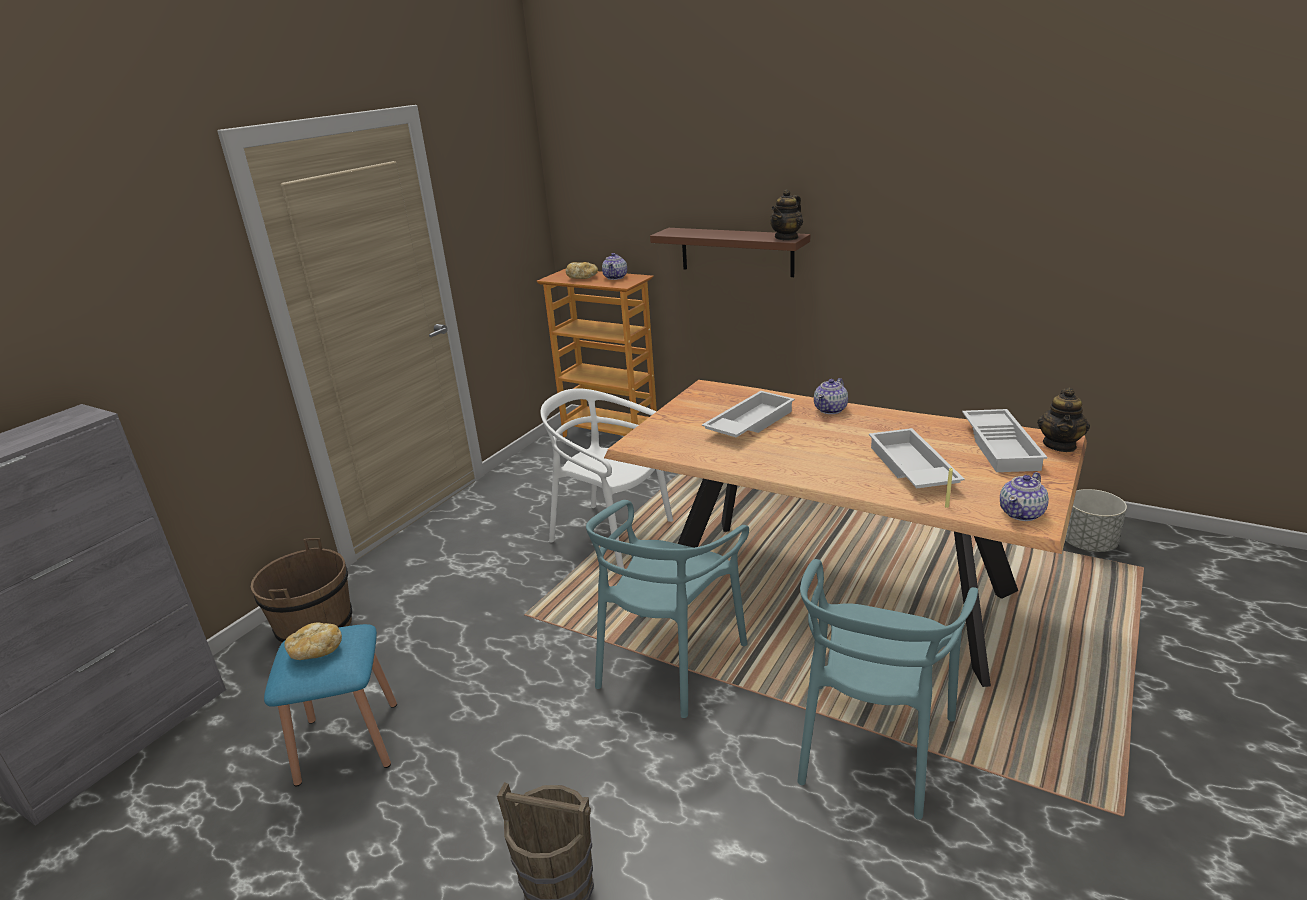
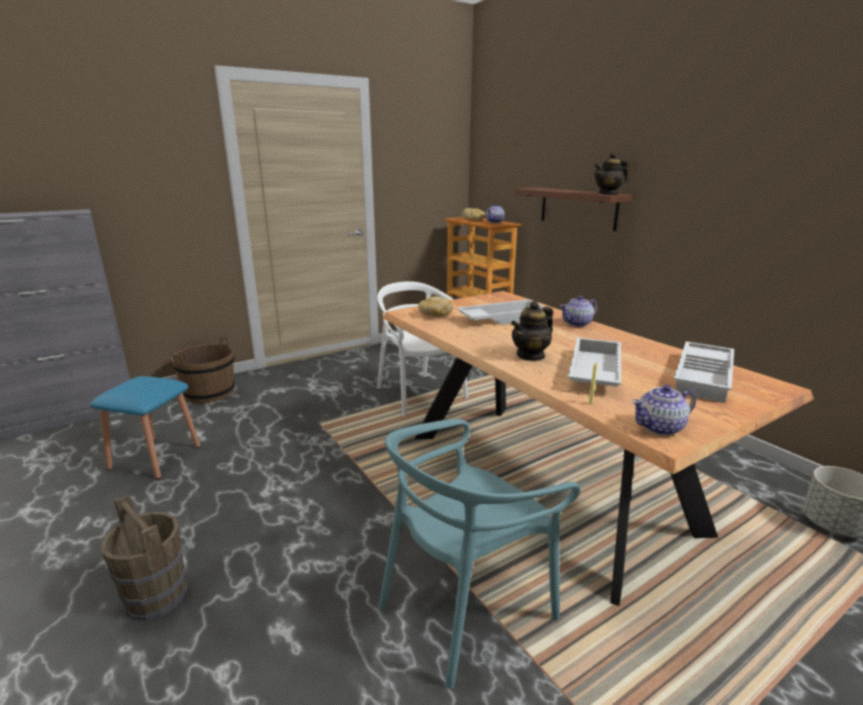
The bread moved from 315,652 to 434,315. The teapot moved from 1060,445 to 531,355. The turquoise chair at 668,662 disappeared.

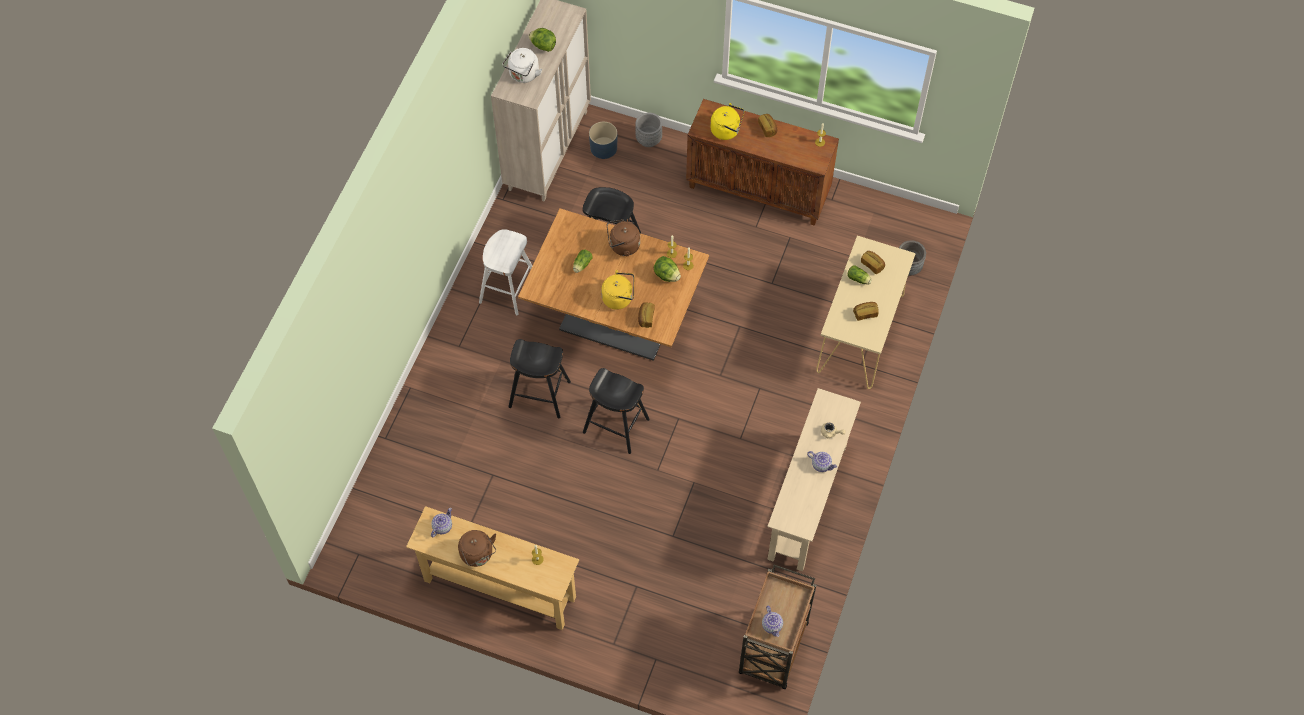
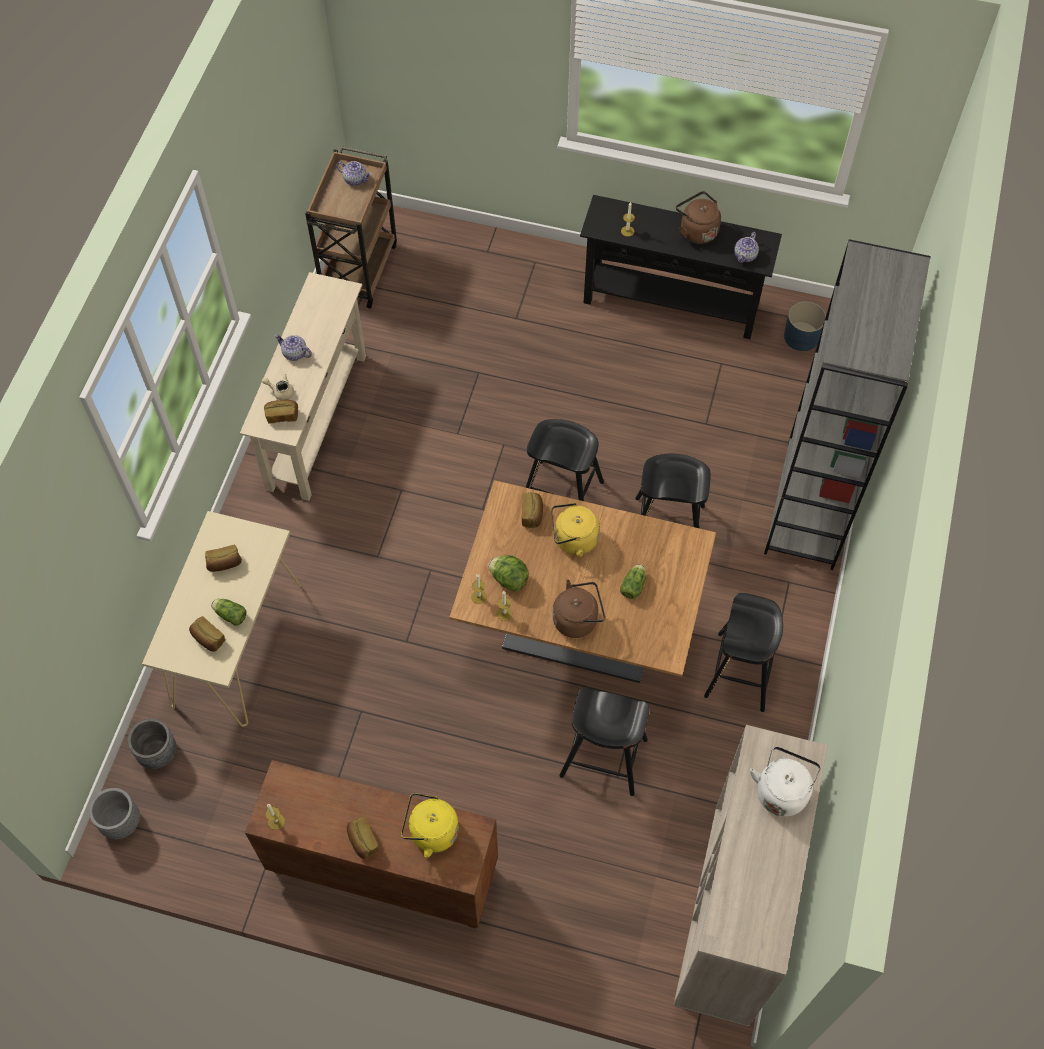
The grey planter moved from 649,139 to 121,822. The bread at 282,415 appeared. The teapot at 772,625 turned 135 degrees clockwise. The beige console table at 499,589 became the black console table at 671,304. The white stool at 508,289 became the black stool at 741,671. The grey bookcase at 810,505 appeared. The blue planter moved from 603,148 to 801,336. The lettuce at 543,46 disappeared.

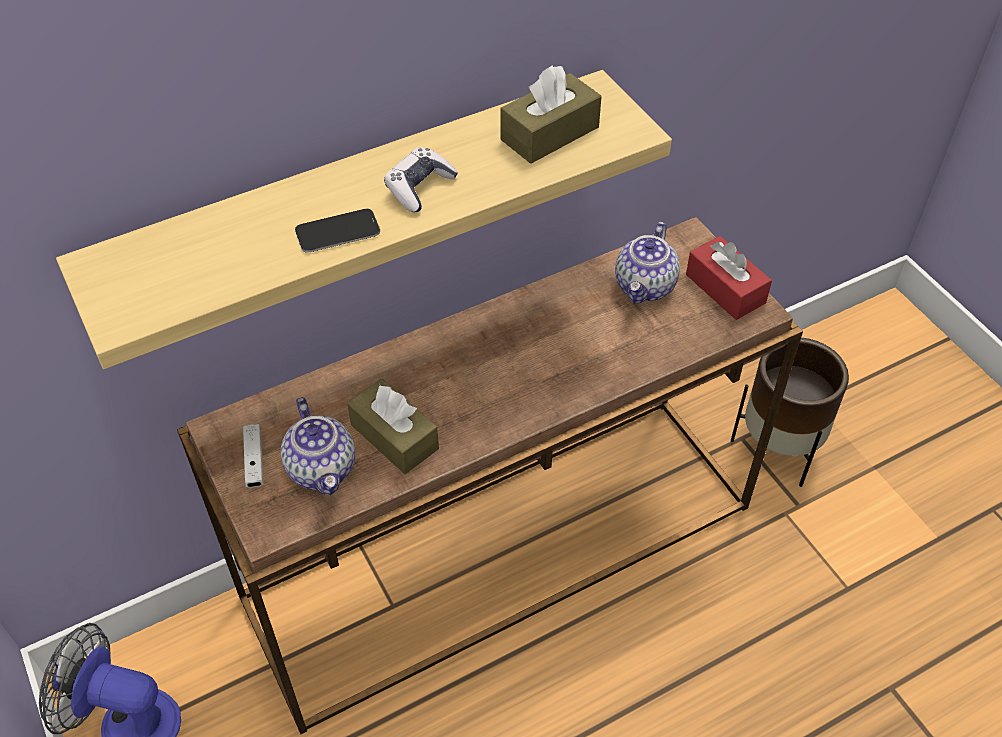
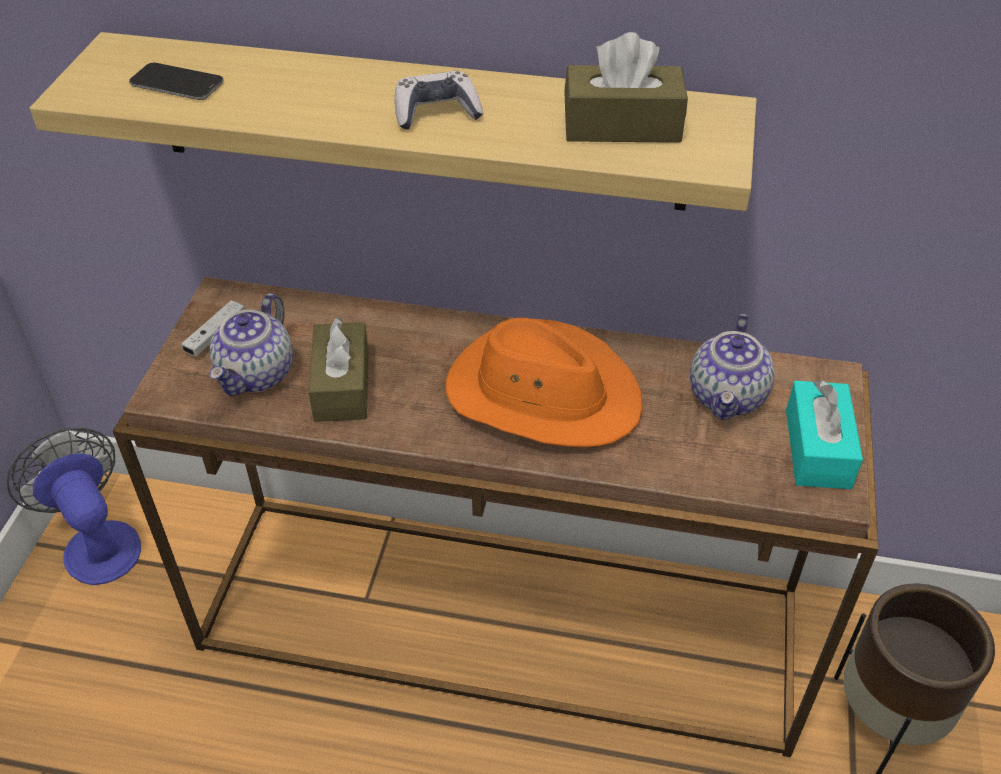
The phone moved from 338,232 to 177,84. The orange hat at 542,393 appeared. The teapot at 645,286 turned 45 degrees counterclockwise. The red tissue box at 725,289 became the turquoise tissue box at 817,448.

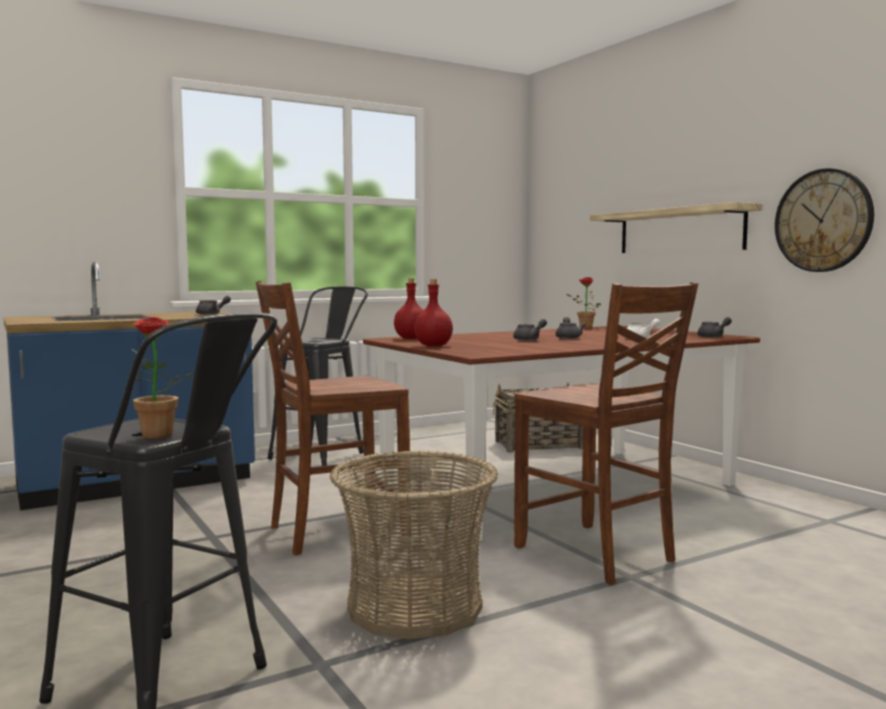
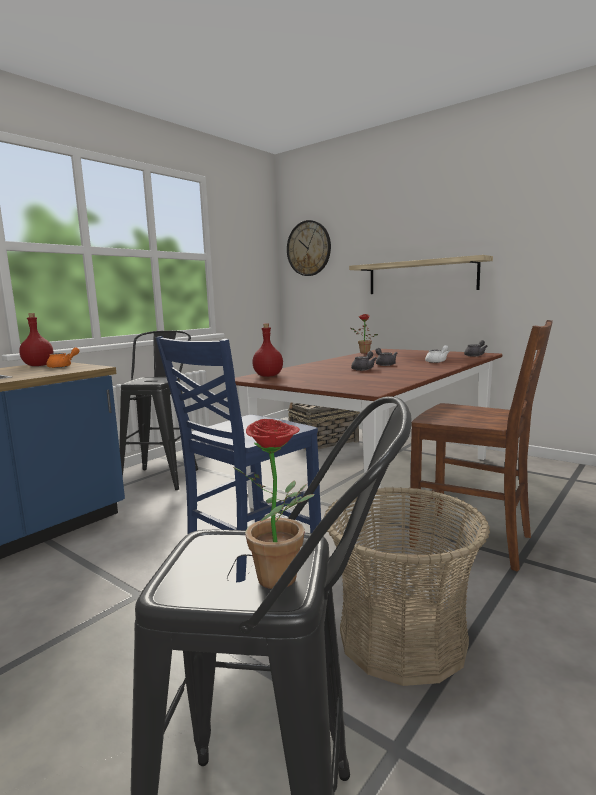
The red bottle moved from 433,346 to 38,366. The grey teapot at 212,314 became the orange teapot at 63,366. The brown chair at 334,532 became the blue chair at 250,562. The wall clock moved from 823,220 to 309,248.

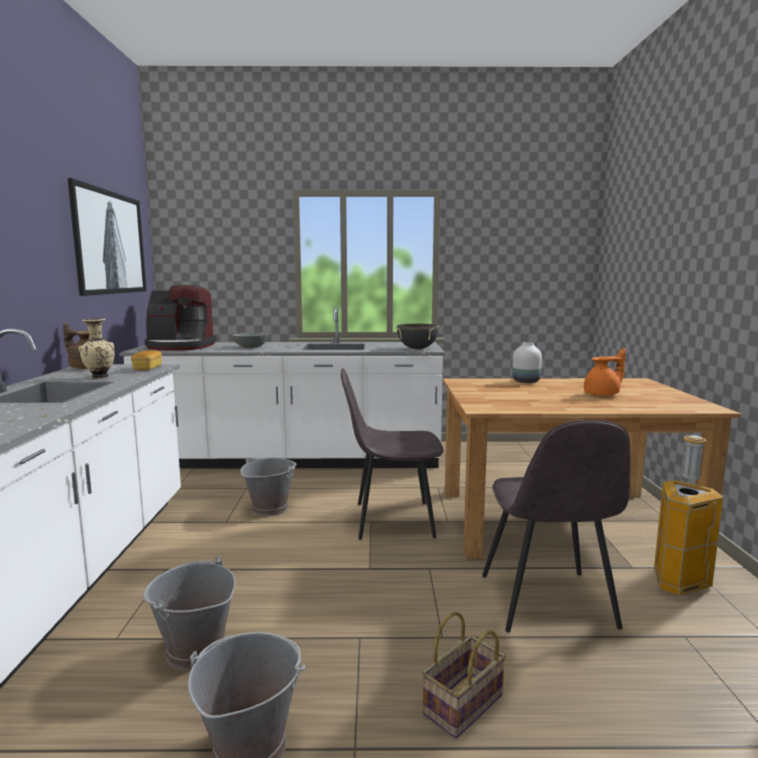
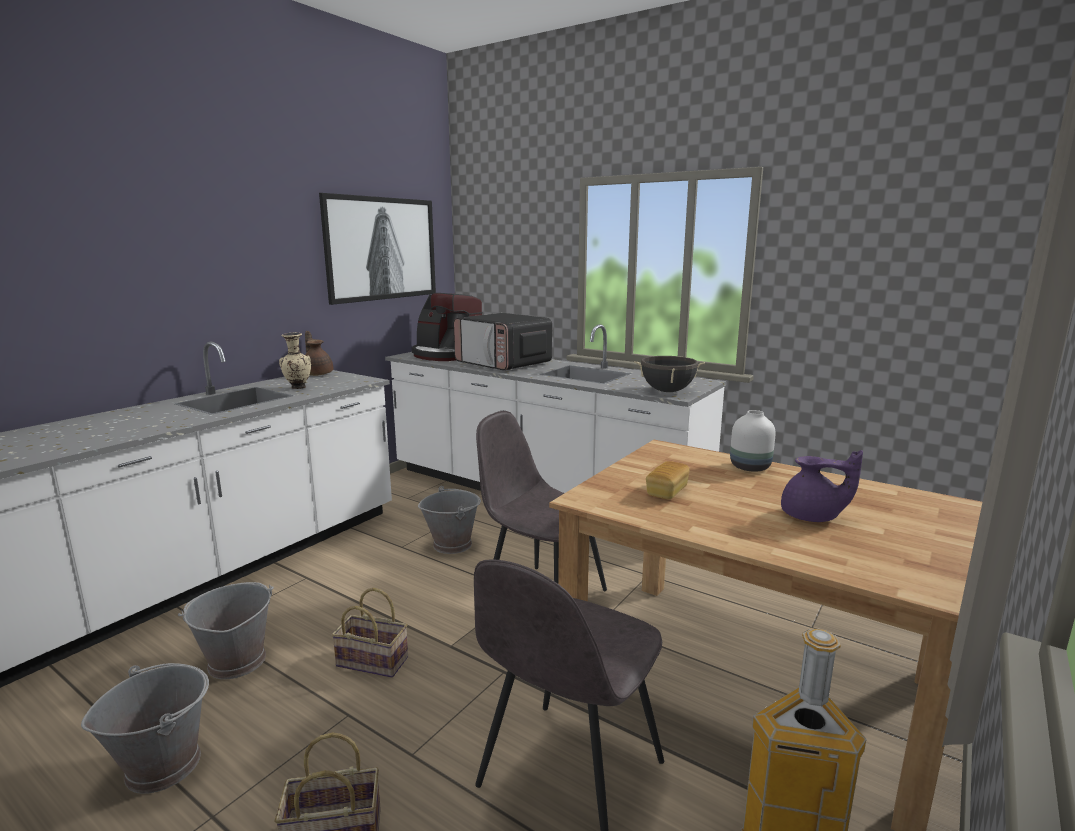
The basket at 374,661 appeared. The grey bowl at 251,347 was replaced by the microwave at 503,363. The bread moved from 147,368 to 667,491. The orange teapot at 603,394 became the purple teapot at 812,517.

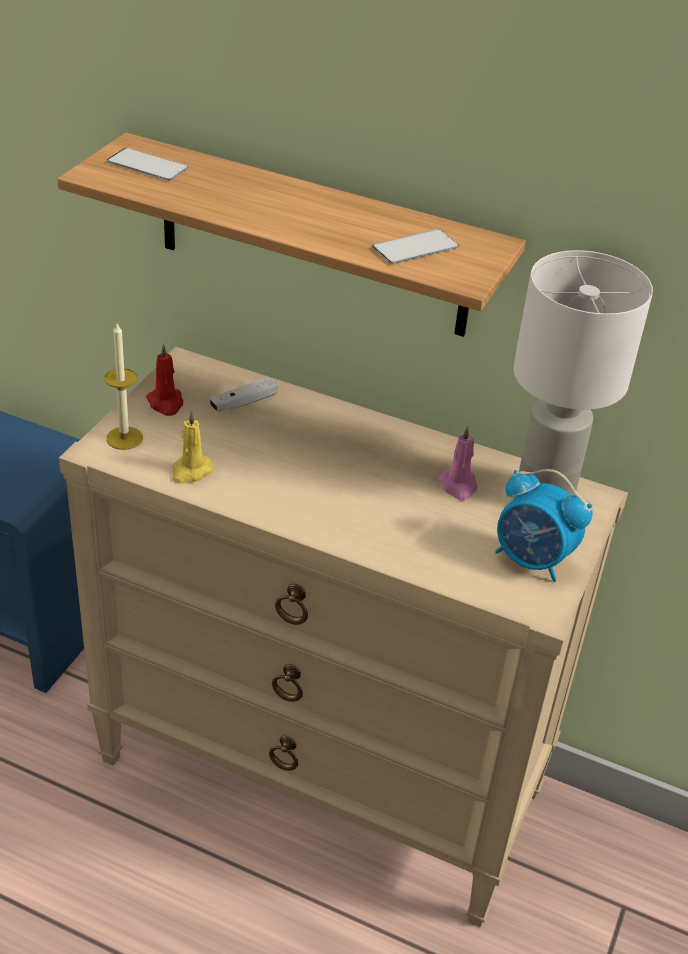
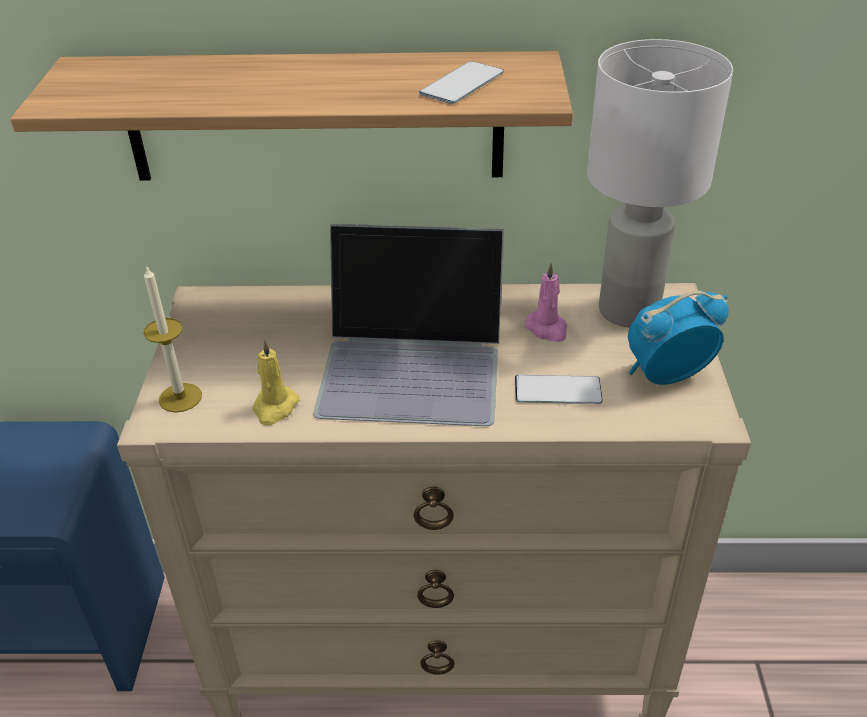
The laptop at 413,362 appeared. The phone moved from 147,165 to 557,390. The alarm clock at 532,560 turned 150 degrees clockwise. The red candle at 166,403 disappeared. The white game controller at 244,402 disappeared.

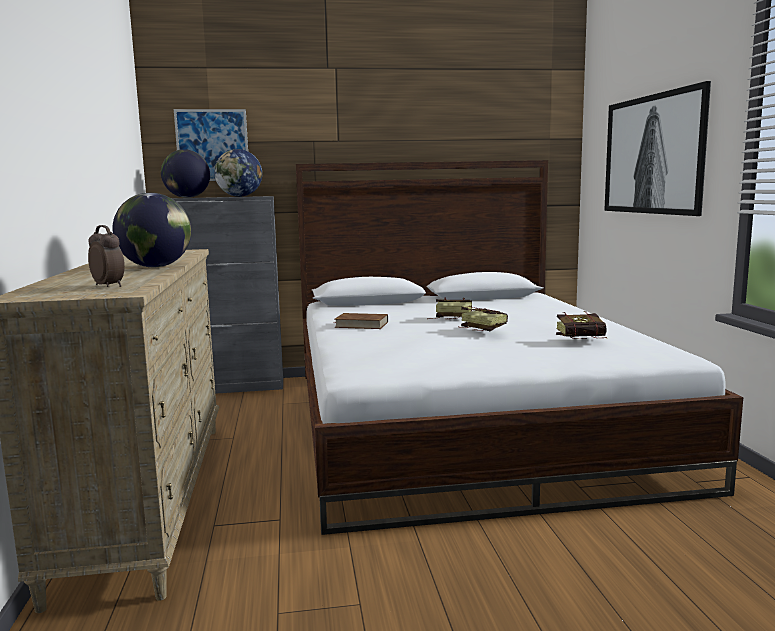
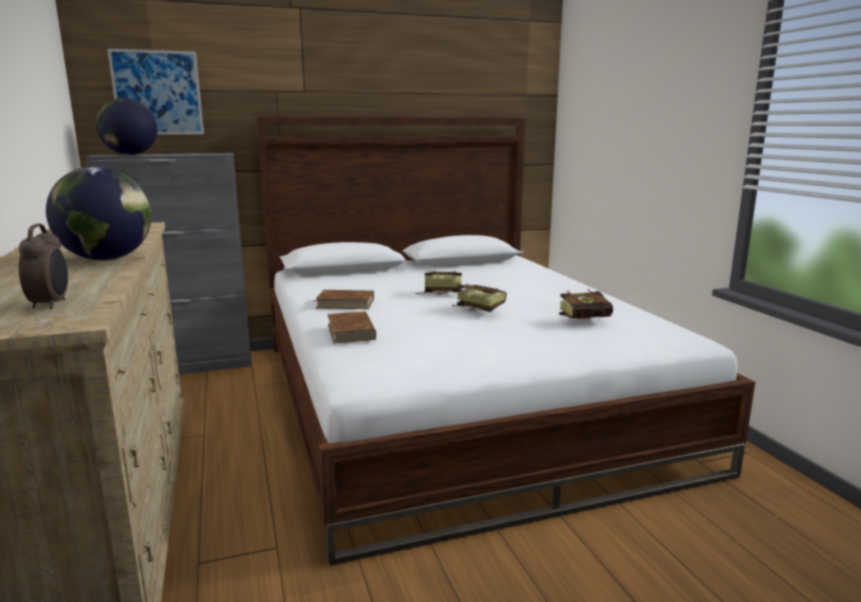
The alarm clock at 109,286 turned 45 degrees clockwise. The brown book at 351,331 appeared. The globe at 240,196 disappeared. The picture at 654,154 disappeared.

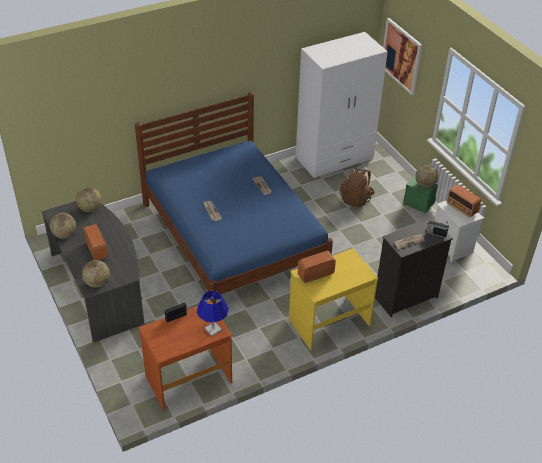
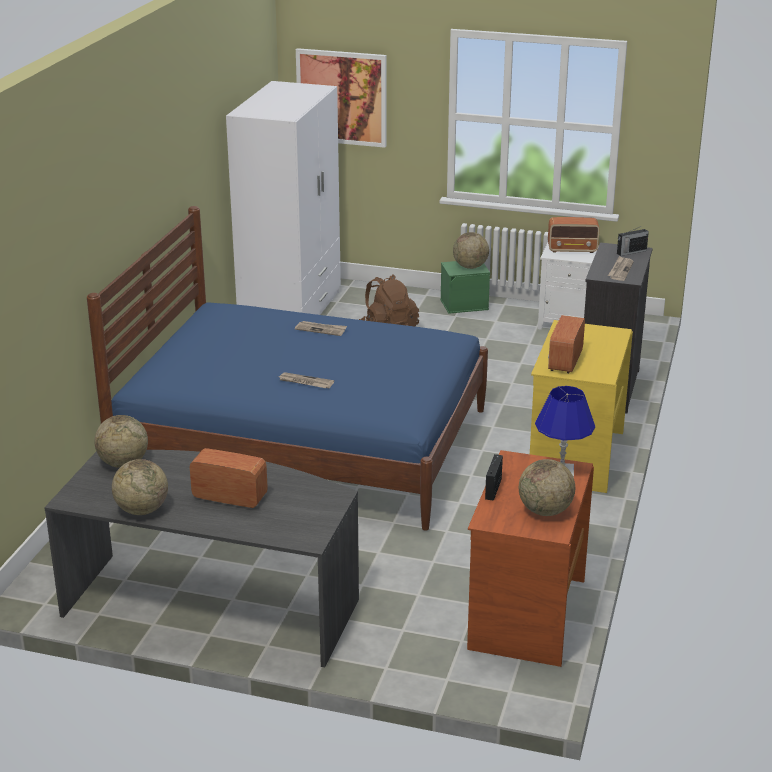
The globe moved from 97,283 to 545,511.

